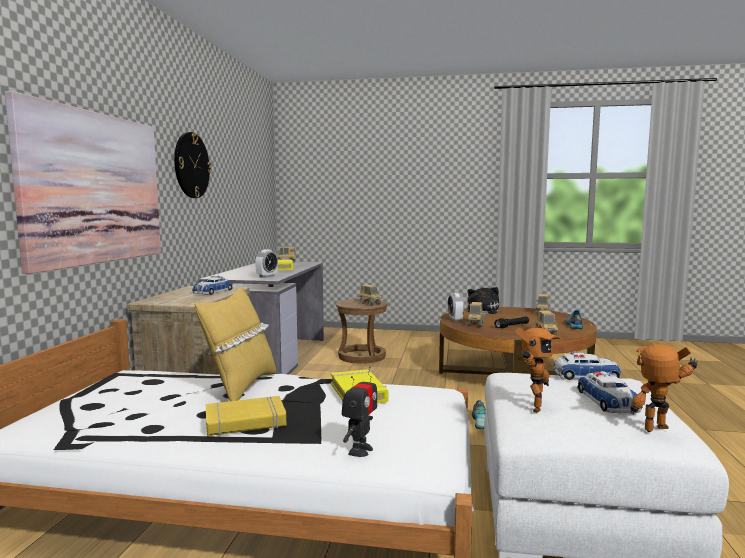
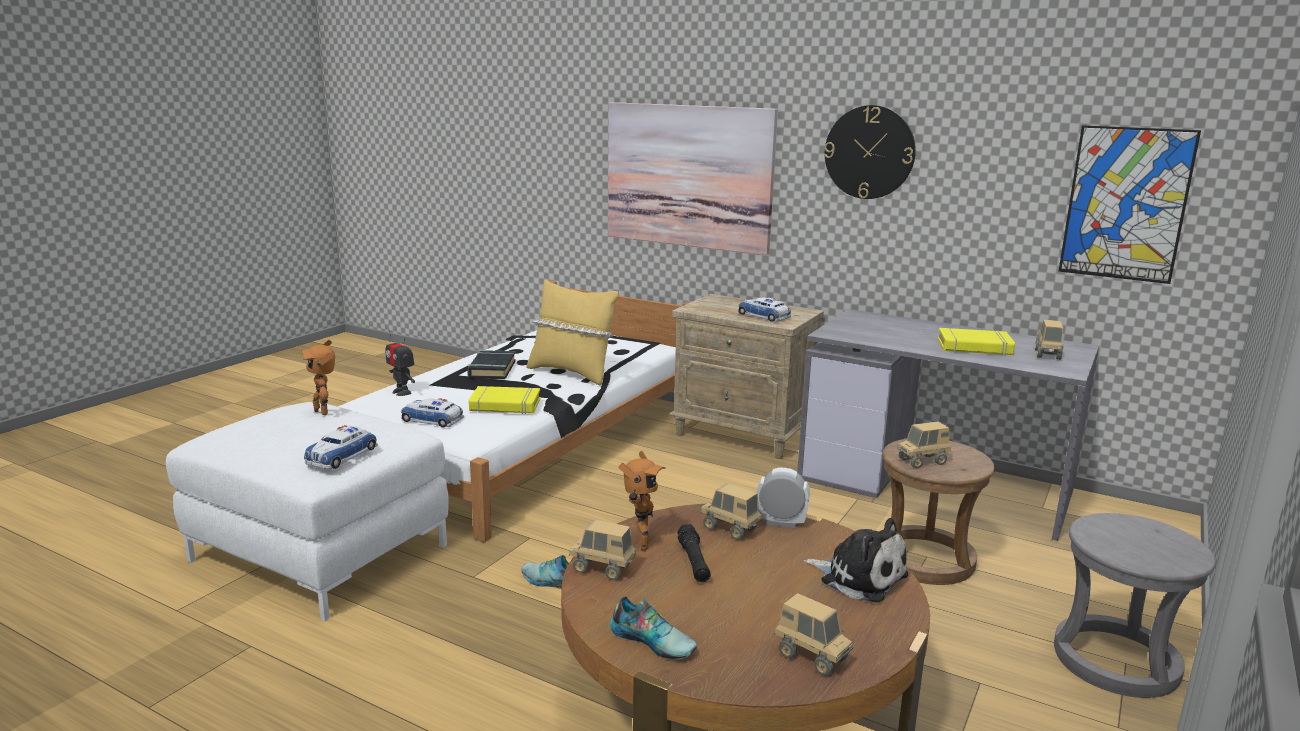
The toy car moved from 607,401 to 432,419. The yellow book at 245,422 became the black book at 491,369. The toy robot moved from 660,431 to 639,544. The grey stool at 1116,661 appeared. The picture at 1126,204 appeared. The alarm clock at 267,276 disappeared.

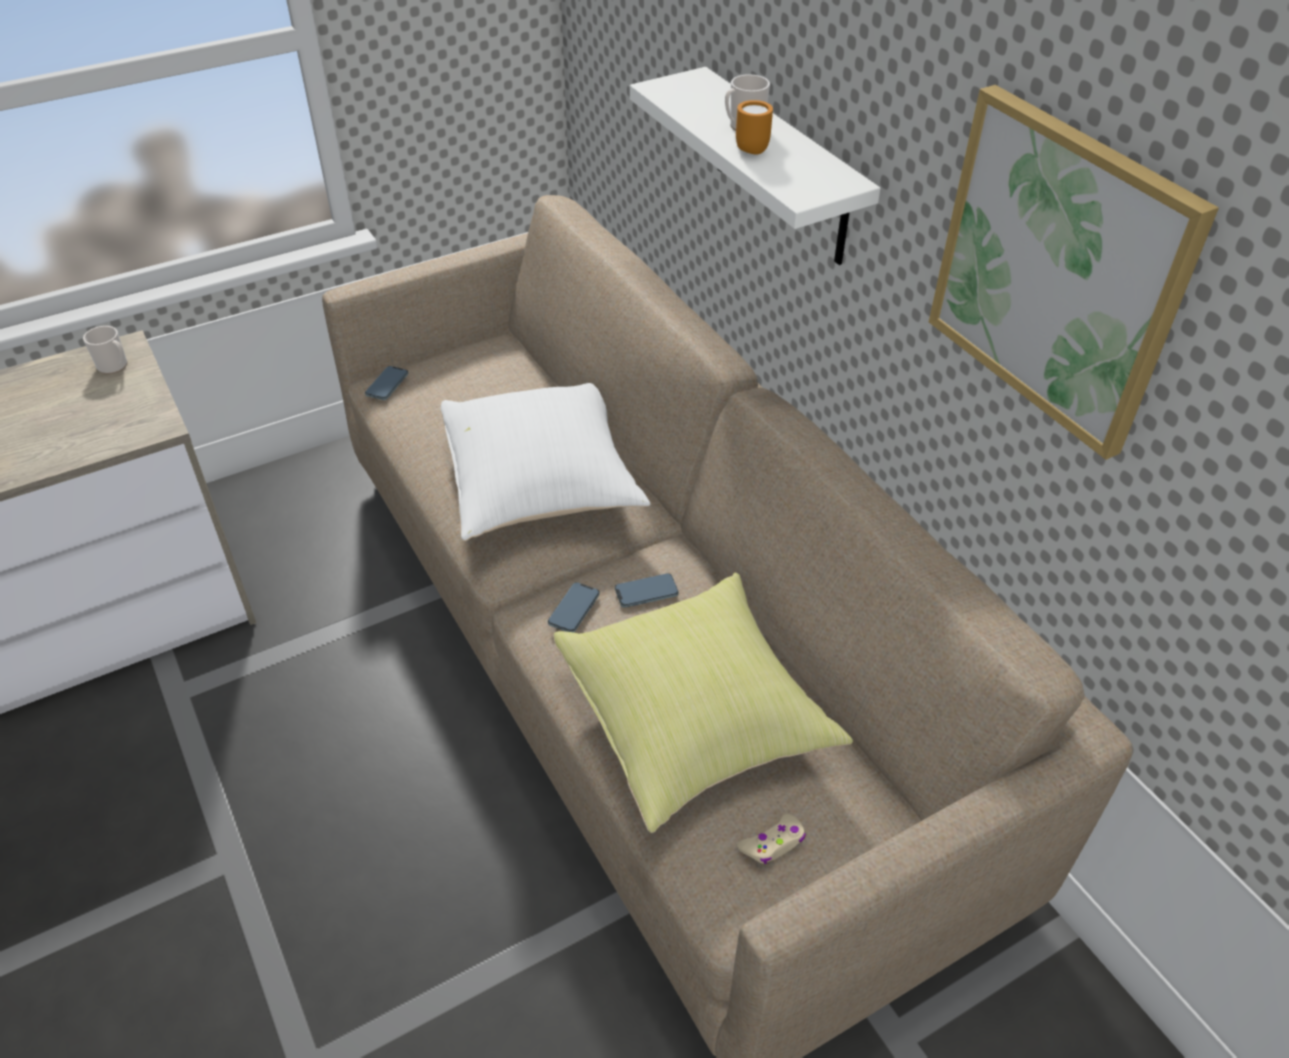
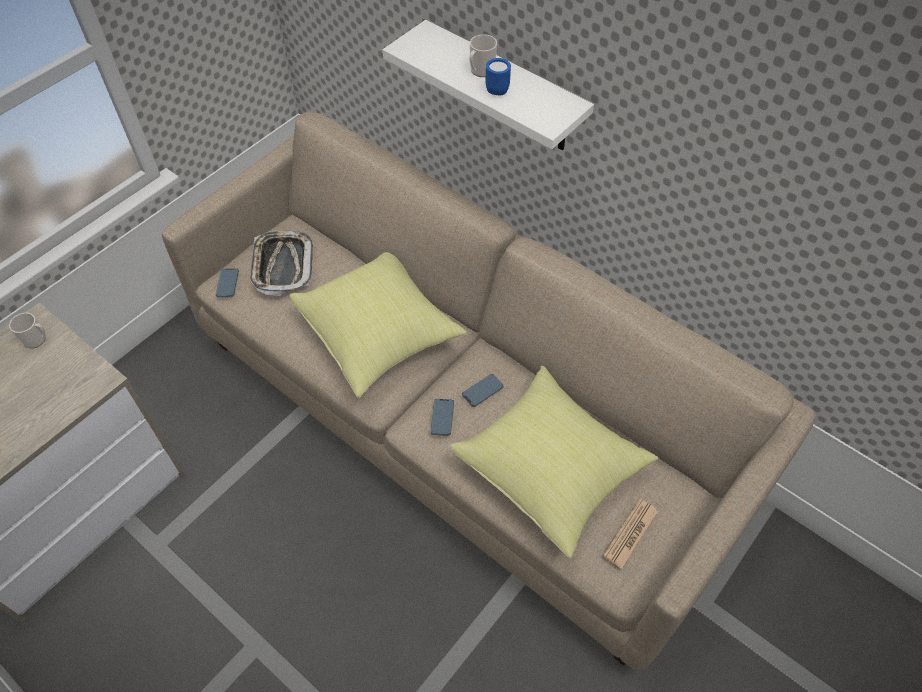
The tray at 282,265 appeared. The white pillow at 543,485 became the yellow pillow at 379,333. The orange mug at 754,148 became the blue mug at 498,89. The beige game controller at 773,844 was replaced by the newspaper at 630,534. The picture at 1058,271 disappeared.

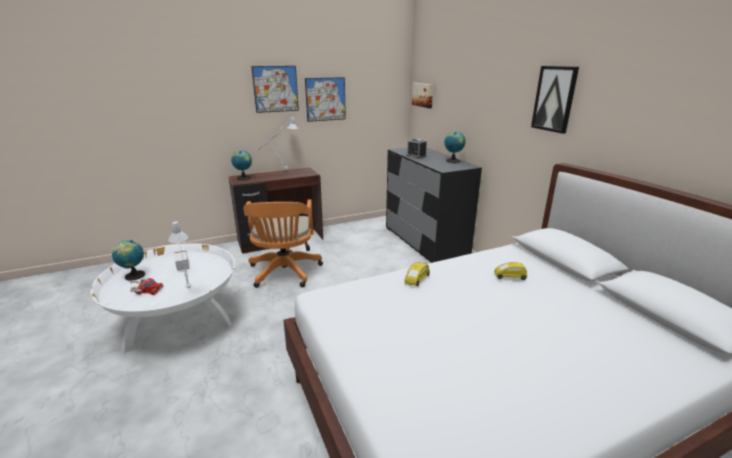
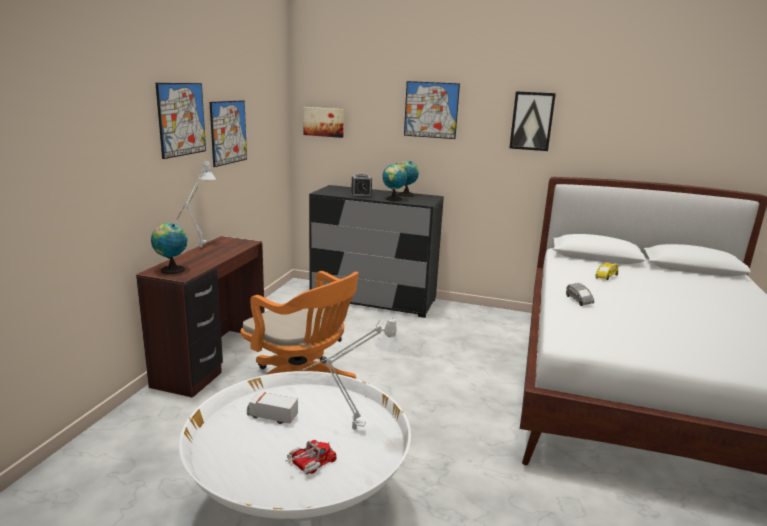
The globe moved from 133,276 to 393,199. The picture at 431,110 appeared. The yellow toy car at 416,280 became the grey toy car at 578,301.

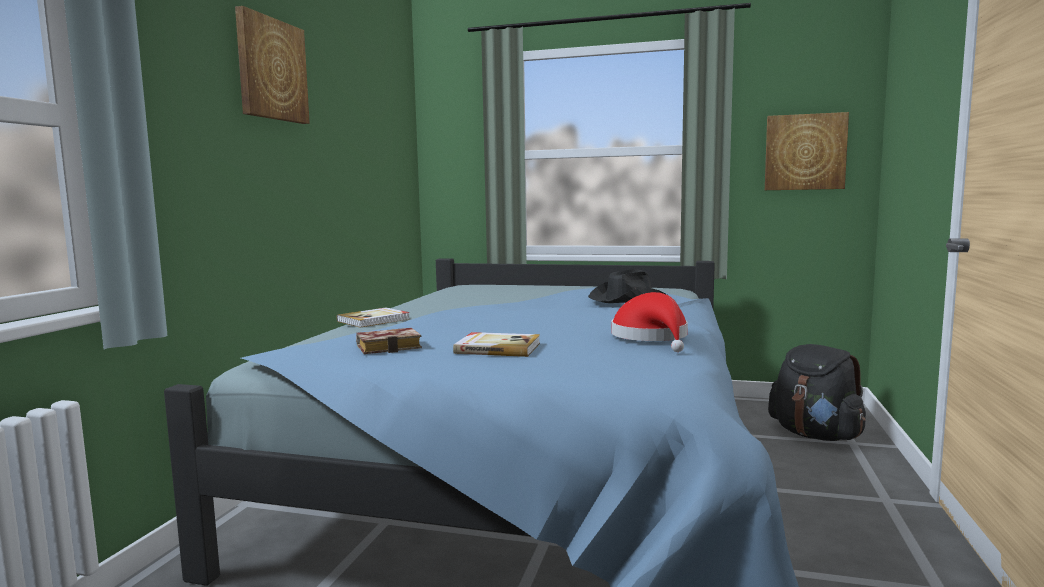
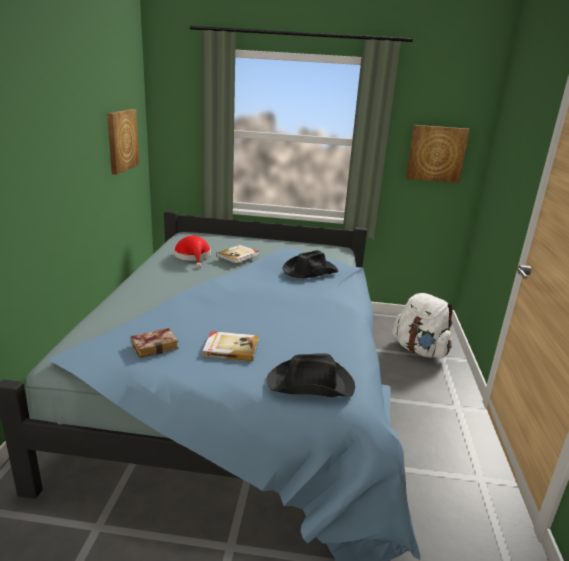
The picture moved from 271,70 to 121,140. The red hat moved from 652,338 to 193,257. The book moved from 374,320 to 238,255. The black hat at 311,384 appeared. The black backpack at 815,435 became the white backpack at 420,350.

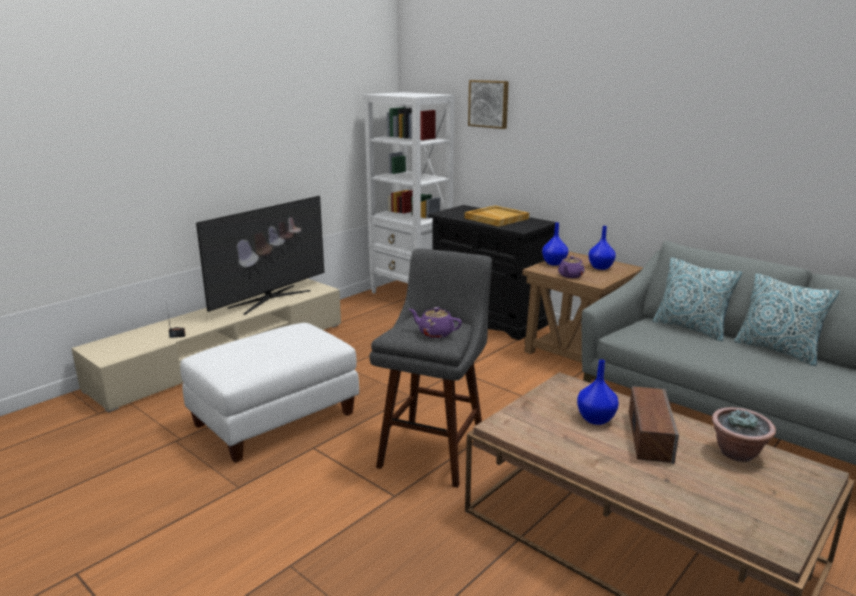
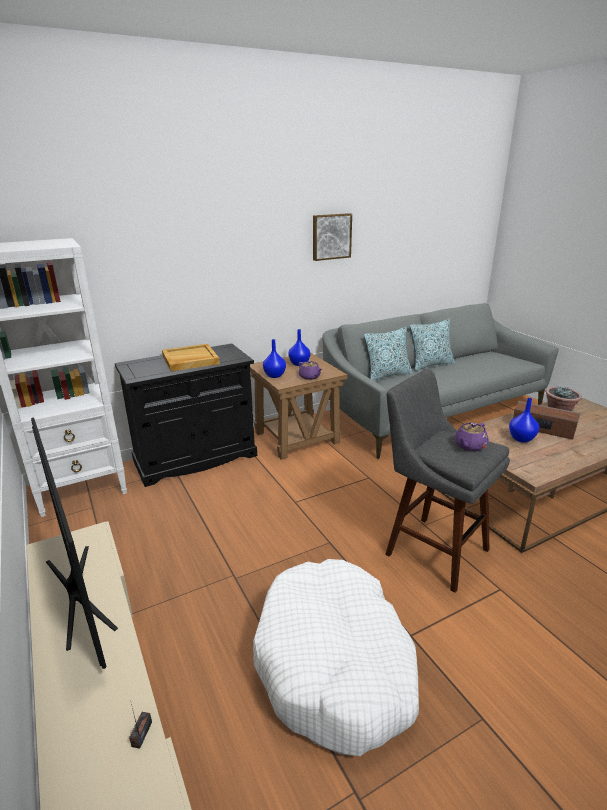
The white ottoman at 275,418 was replaced by the white dog bed at 335,664. The picture moved from 489,104 to 331,236.

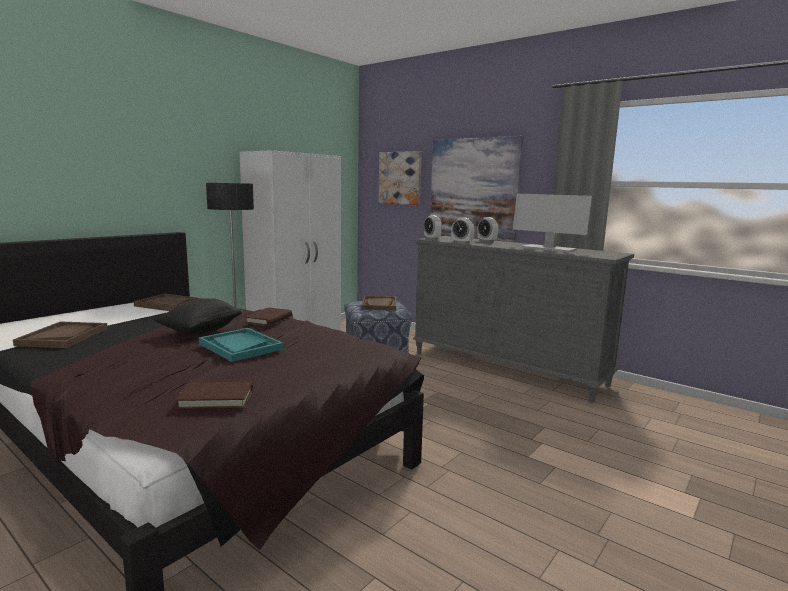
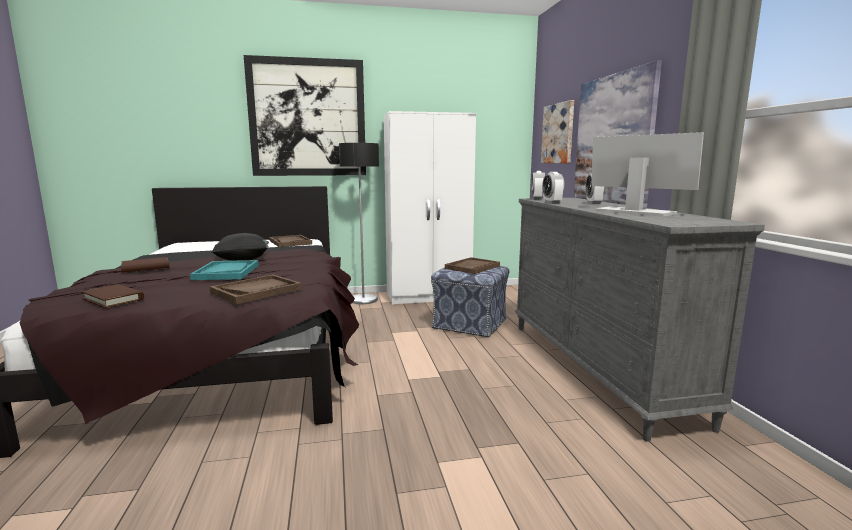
The brown book moved from 269,319 to 145,267. The brown tray moved from 63,337 to 256,291. The picture at 308,118 appeared. The monitor at 548,249 turned 150 degrees clockwise.

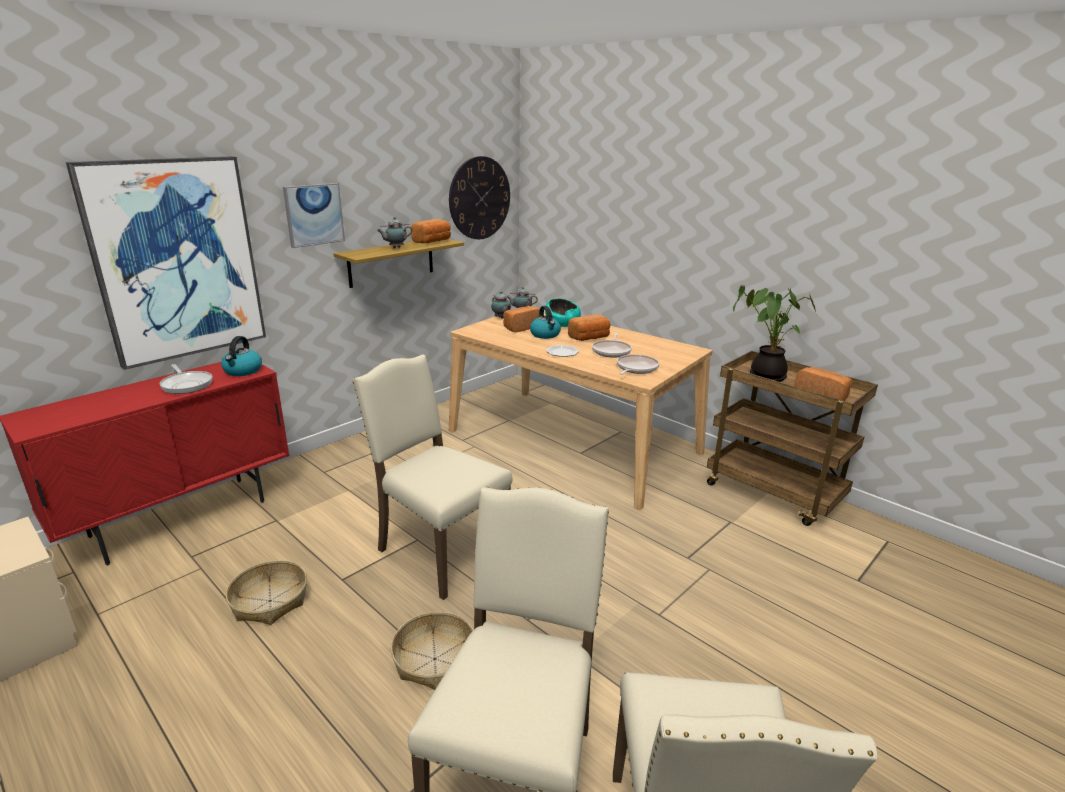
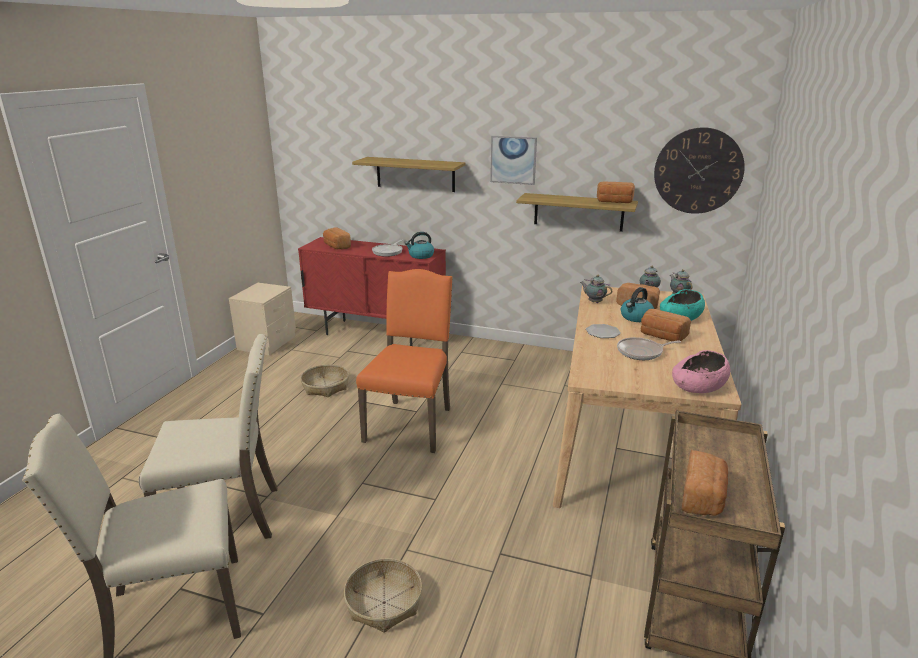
The bread at 336,246 appeared. The basket moved from 434,659 to 384,602. The picture at 176,260 was replaced by the shelf at 415,174. The beige chair at 439,550 became the orange chair at 411,423. The teapot moved from 395,248 to 594,302. The pink bowl at 699,386 appeared. The frying pan at 636,368 disappeared. The potted plant at 764,375 disappeared.

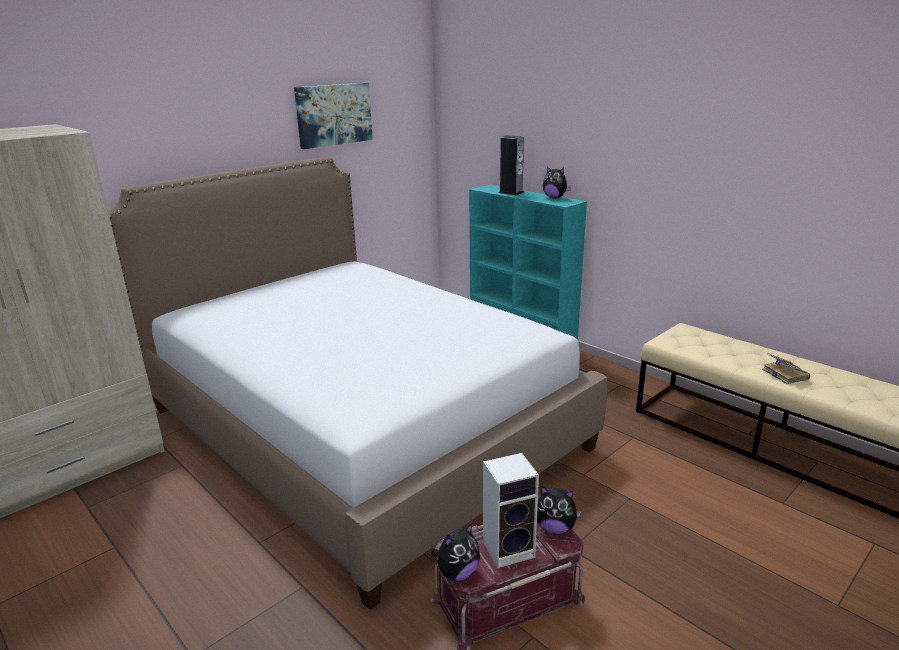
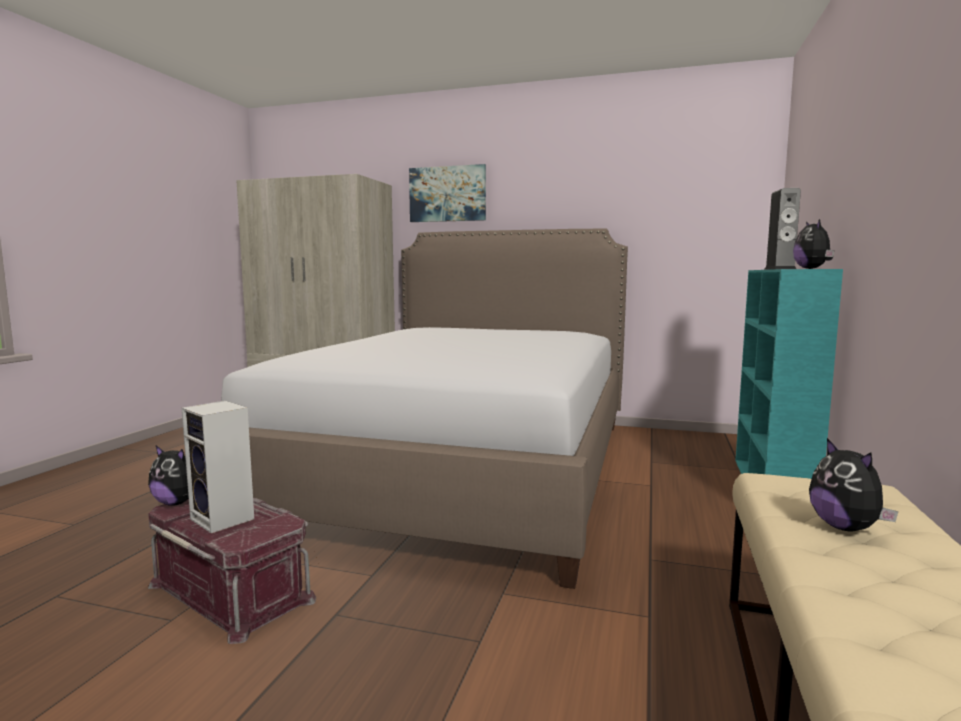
The picture moved from 334,114 to 447,194. The plush toy moved from 555,528 to 845,527. The book at 784,374 disappeared.

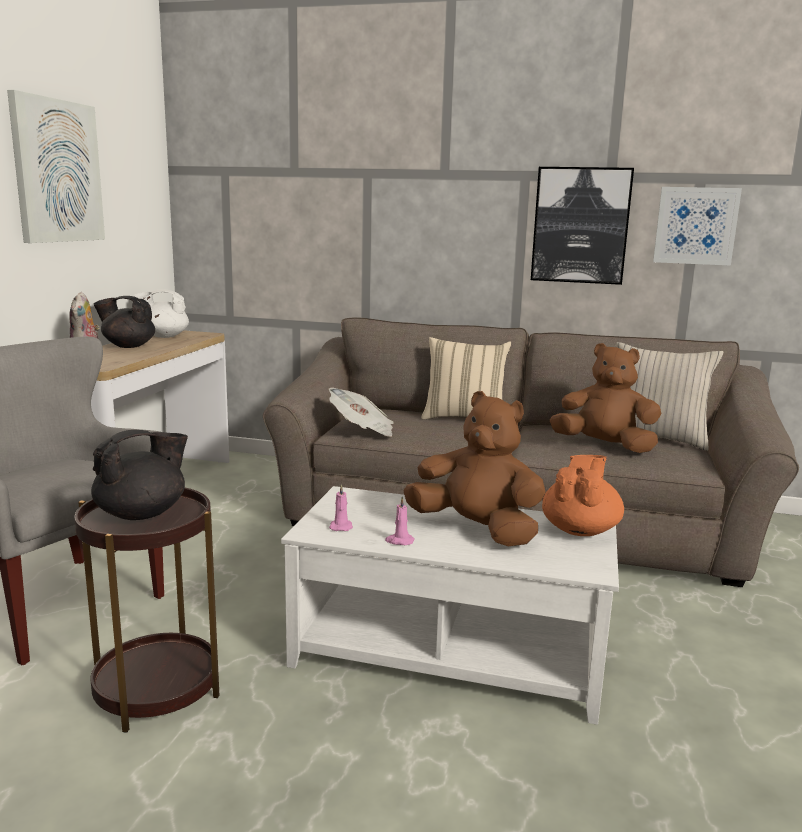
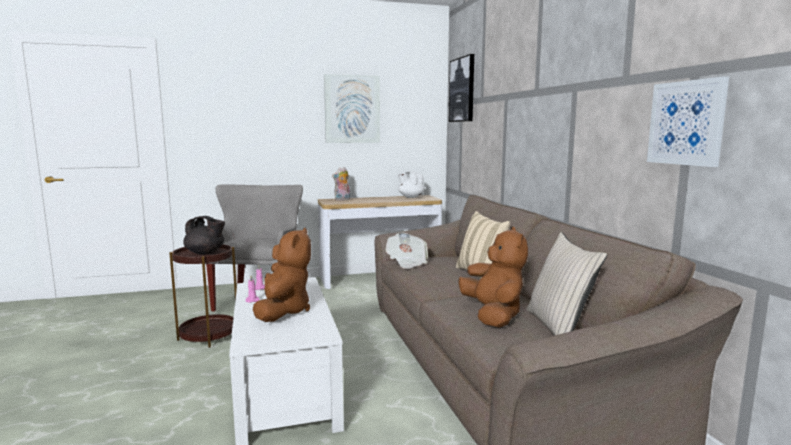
The picture moved from 580,225 to 462,90. The black teapot at 128,346 disappeared. The orange teapot at 580,530 disappeared.

